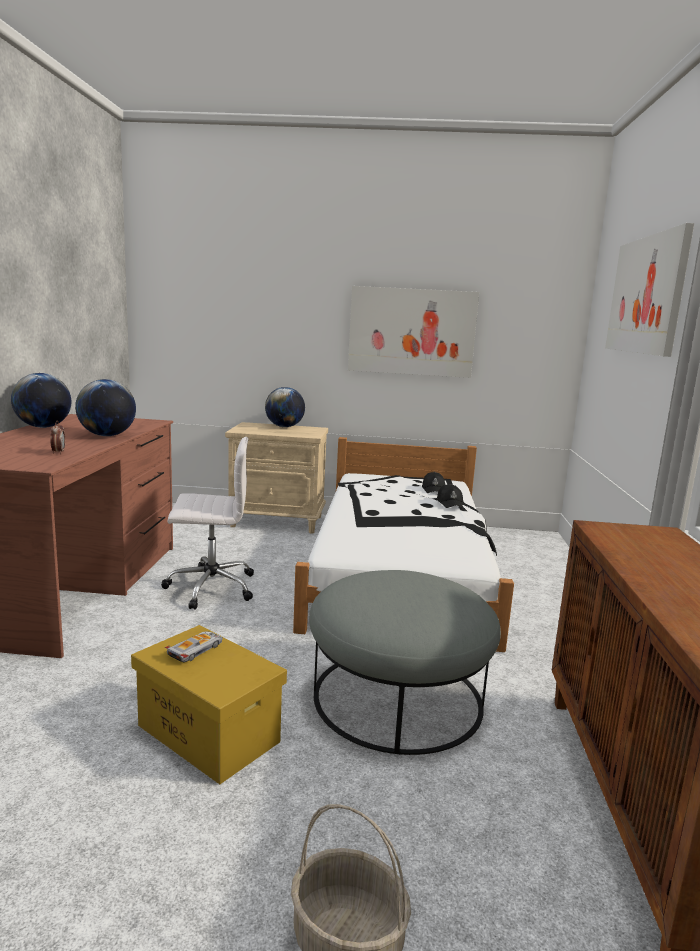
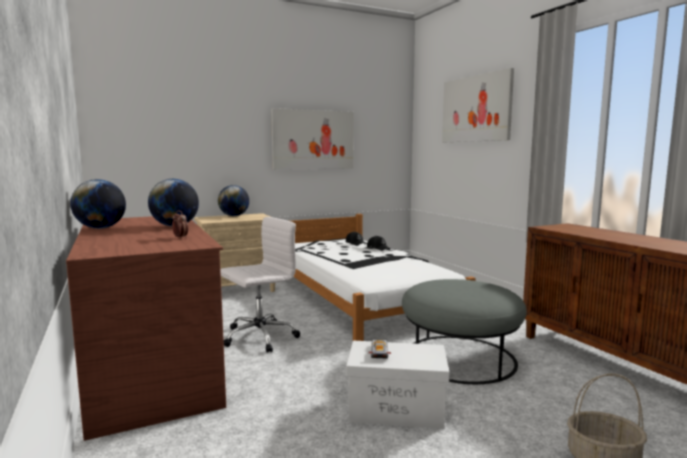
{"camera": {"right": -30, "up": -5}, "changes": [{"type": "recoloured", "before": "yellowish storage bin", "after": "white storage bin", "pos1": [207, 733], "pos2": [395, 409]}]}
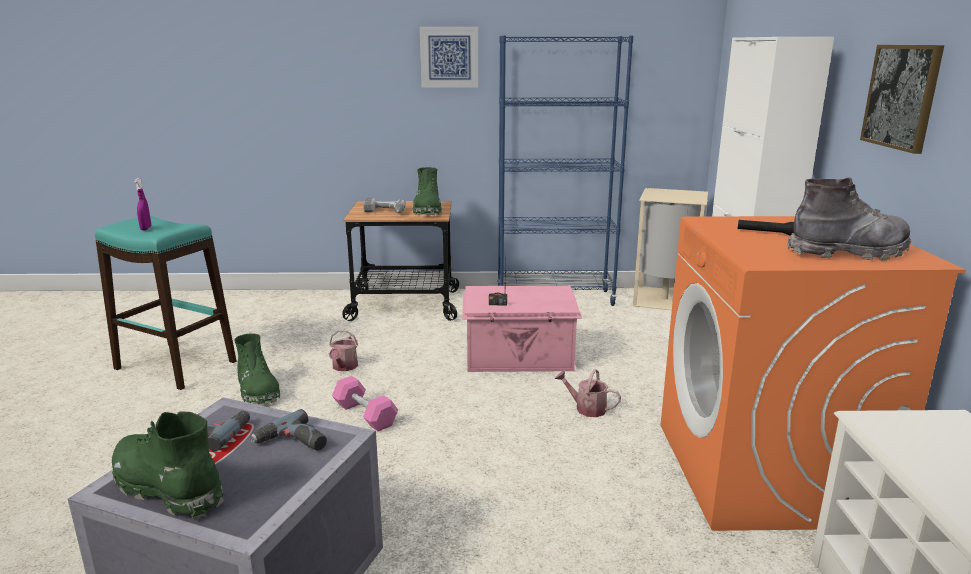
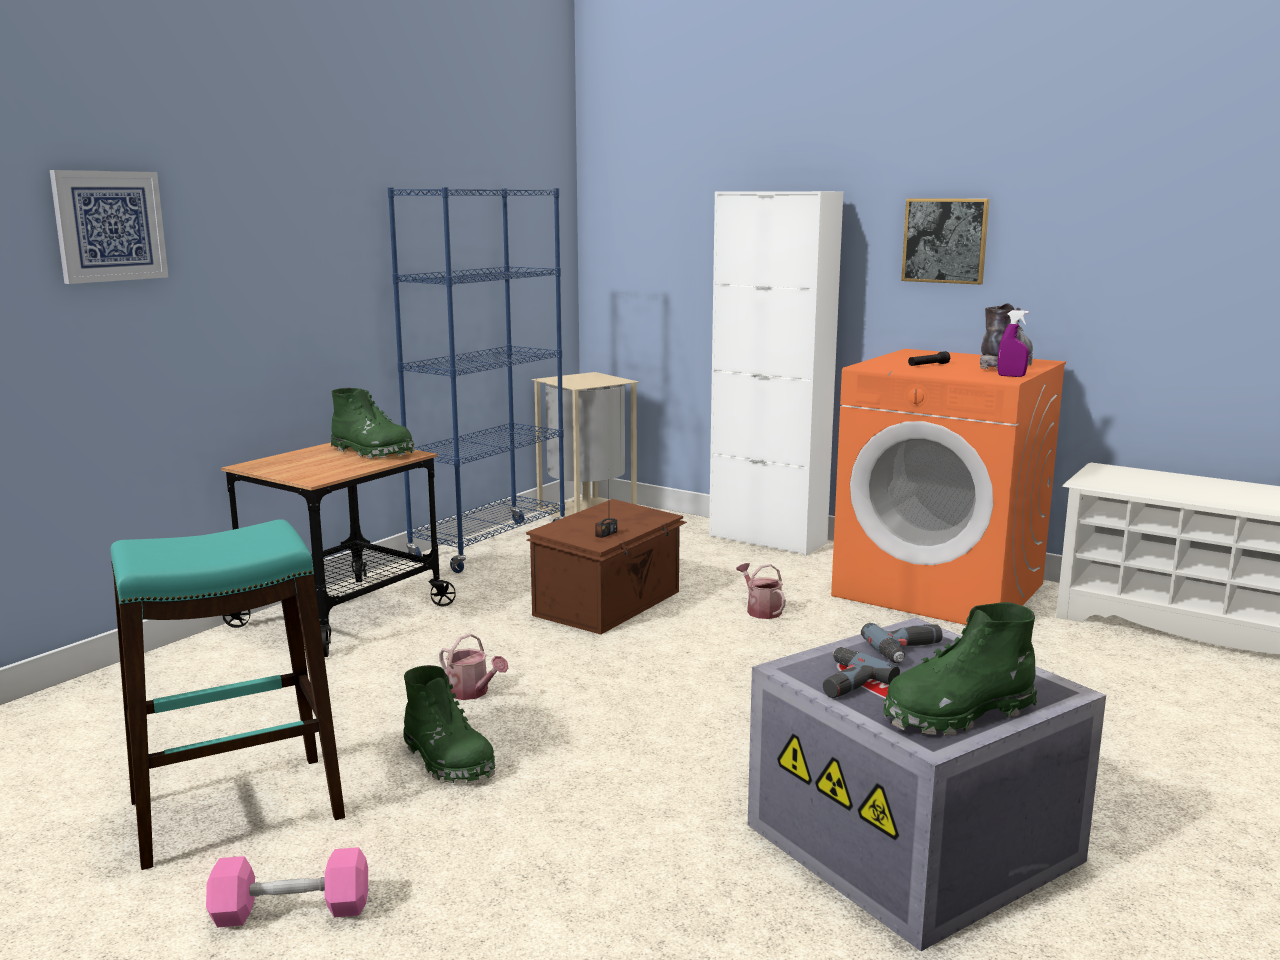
{"camera": {"right": -55, "up": -5}, "changes": [{"type": "moved", "before": "purplish spray bottle", "pos1": [146, 228], "pos2": [1011, 376]}, {"type": "turned", "before": "green-coloured tall boot", "pos1": [258, 390], "pos2": [448, 760], "turn": 45}, {"type": "moved", "before": "pink dumbbell", "pos1": [365, 415], "pos2": [291, 911]}, {"type": "removed", "before": "power drill", "pos1": [384, 212]}, {"type": "moved", "before": "wall art", "pos1": [449, 57], "pos2": [109, 226]}, {"type": "recoloured", "before": "pink storage bin", "after": "brown storage bin", "pos1": [519, 358], "pos2": [610, 603]}, {"type": "turned", "before": "watering can", "pos1": [586, 408], "pos2": [761, 610], "turn": 90}]}
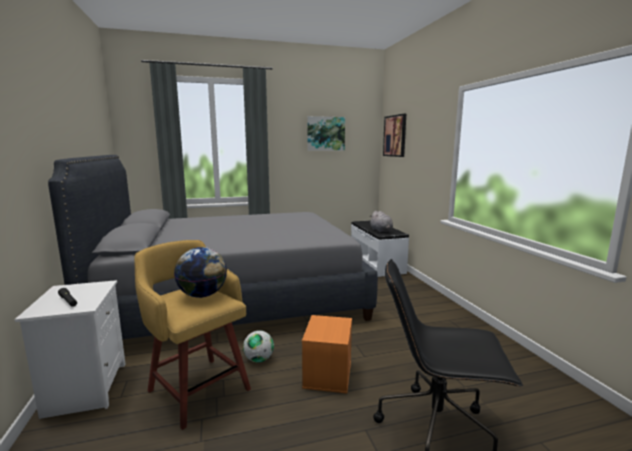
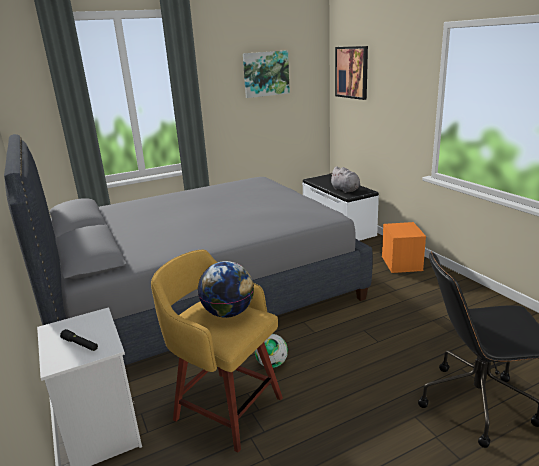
{"camera": {"right": -10, "up": 10}, "changes": [{"type": "moved", "before": "orangey storage bin", "pos1": [327, 373], "pos2": [401, 263]}]}
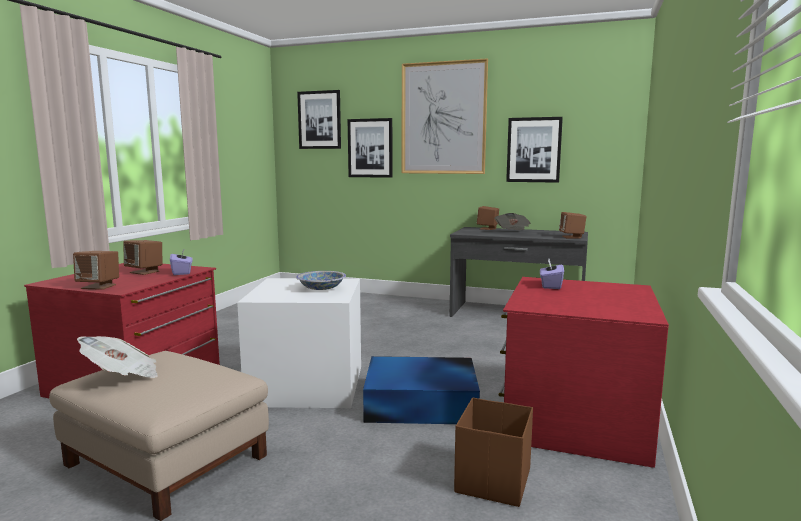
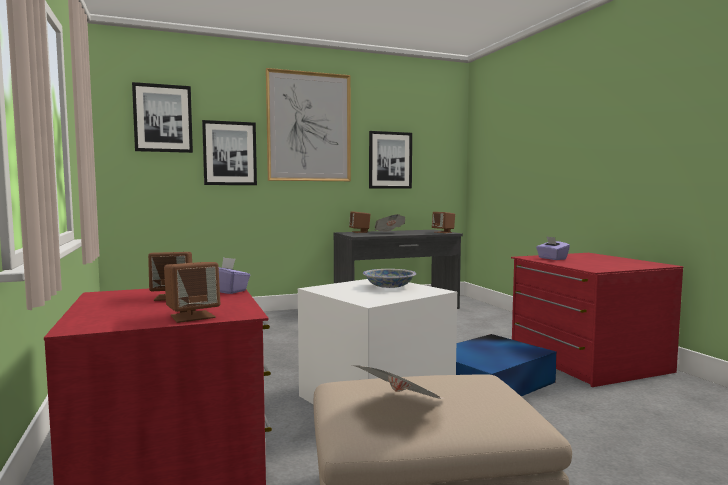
{"camera": {"right": -40, "up": -5}, "changes": [{"type": "removed", "before": "brown storage bin", "pos1": [492, 481]}]}
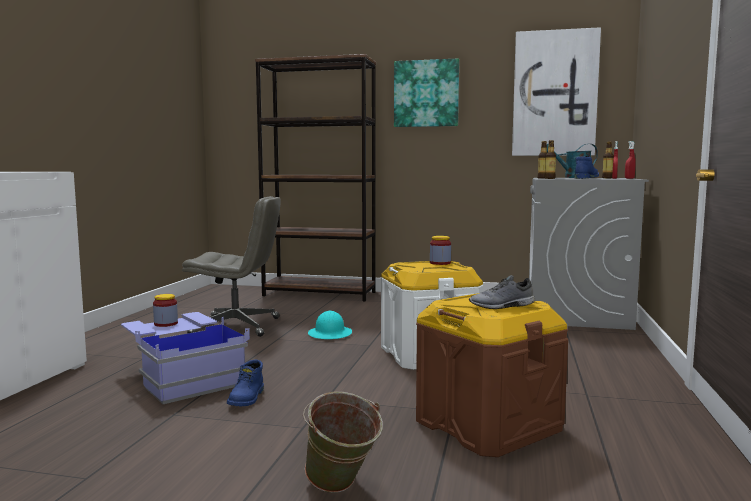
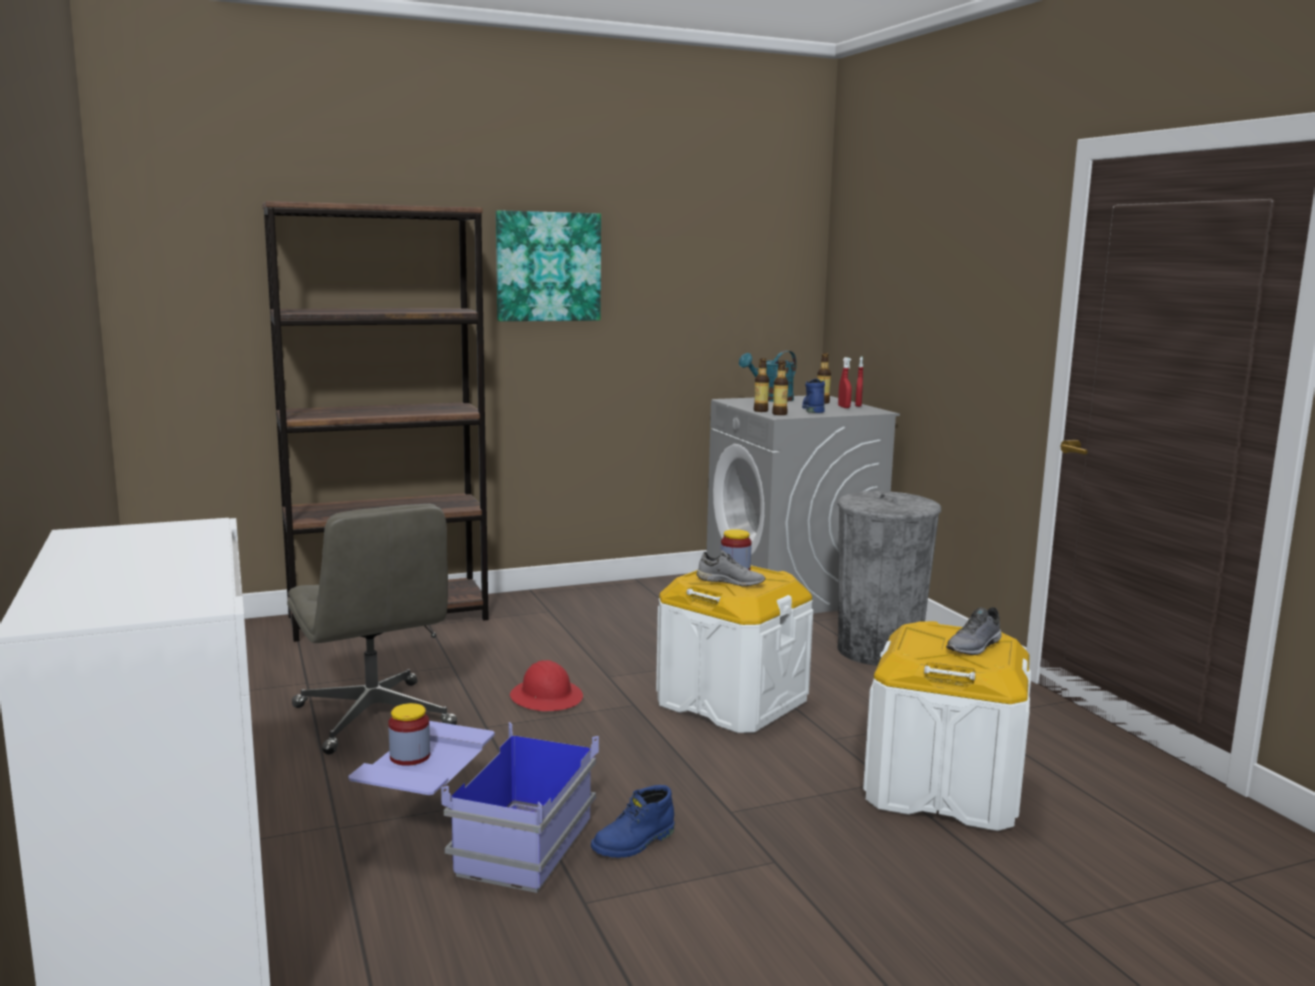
{"camera": {"right": -35, "up": 5}, "changes": [{"type": "turned", "before": "gray desk chair", "pos1": [237, 326], "pos2": [374, 718], "turn": 90}, {"type": "turned", "before": "blue tall boot", "pos1": [247, 399], "pos2": [634, 843], "turn": 75}, {"type": "removed", "before": "green-coloured water bucket", "pos1": [341, 489]}, {"type": "recoloured", "before": "blue-green hard hat", "after": "red-coloured hard hat", "pos1": [330, 334], "pos2": [546, 697]}, {"type": "recoloured", "before": "brown storage bin", "after": "white storage bin", "pos1": [487, 425], "pos2": [943, 789]}, {"type": "removed", "before": "wall art", "pos1": [554, 94]}, {"type": "added", "after": "gray shoe", "pos2": [731, 582]}, {"type": "added", "after": "gray waste bin", "pos2": [879, 650]}]}
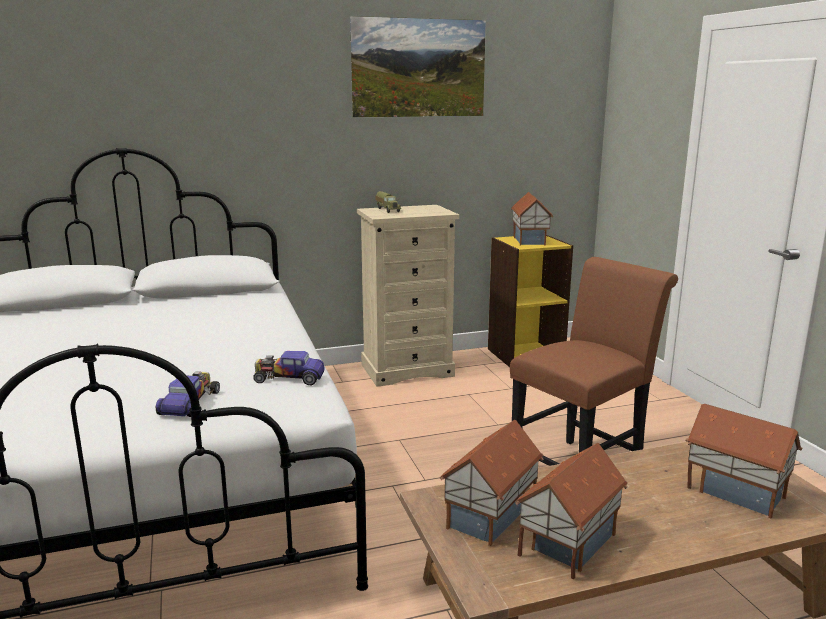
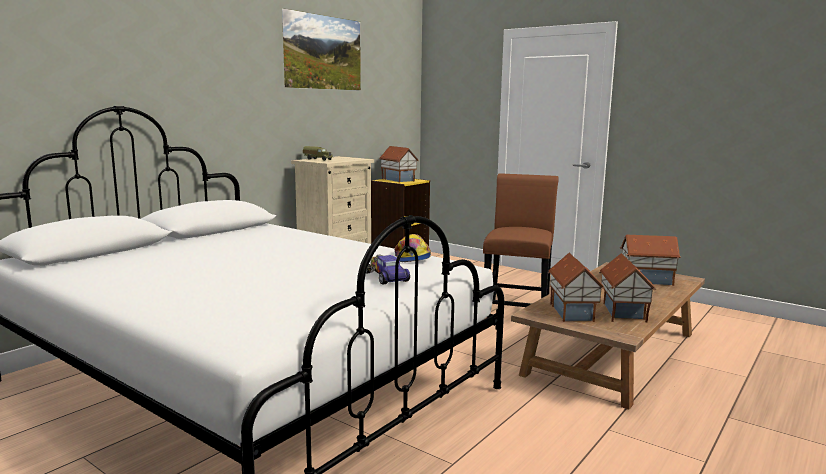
{"camera": {"right": -35, "up": -5}, "changes": [{"type": "replaced", "before": "model car", "after": "cap", "pos1": [289, 378], "pos2": [412, 257]}]}
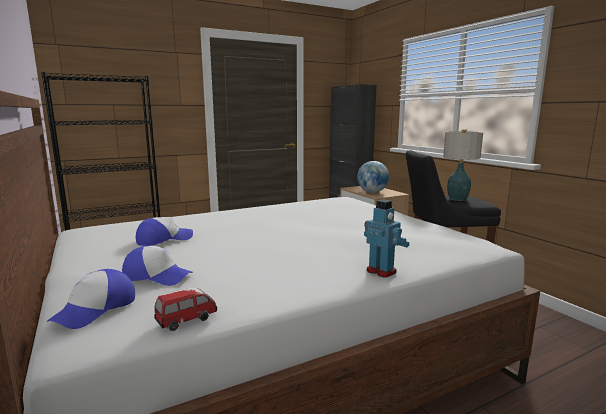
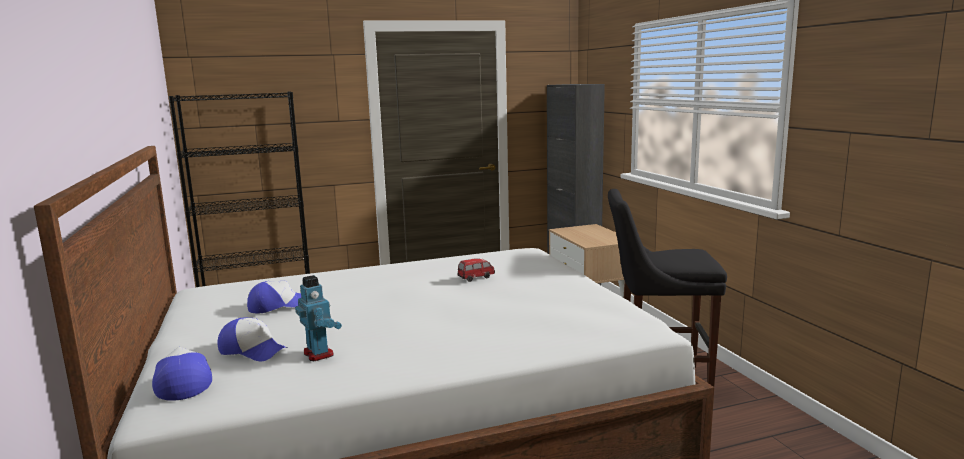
{"camera": {"right": 10, "up": 0}, "changes": [{"type": "turned", "before": "cap", "pos1": [96, 309], "pos2": [183, 382], "turn": 120}, {"type": "moved", "before": "model car", "pos1": [187, 320], "pos2": [476, 278]}, {"type": "removed", "before": "desk globe", "pos1": [372, 192]}, {"type": "moved", "before": "robot figure", "pos1": [381, 271], "pos2": [319, 354]}, {"type": "removed", "before": "table lamp", "pos1": [457, 199]}]}
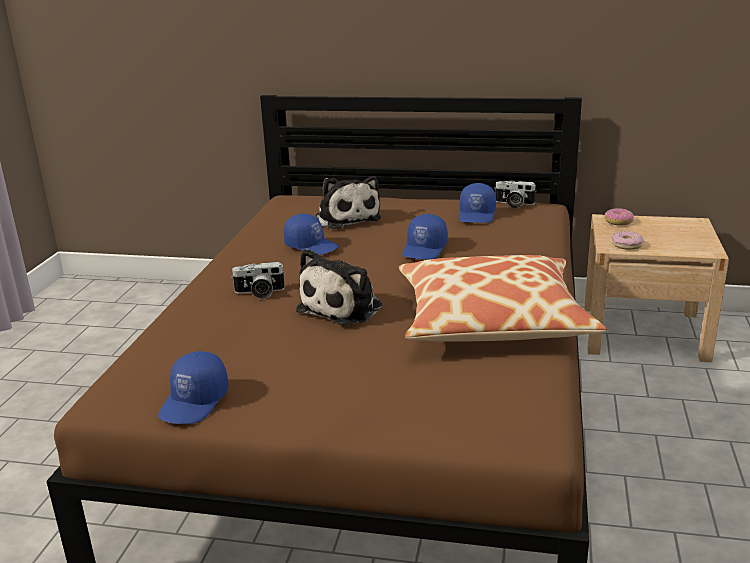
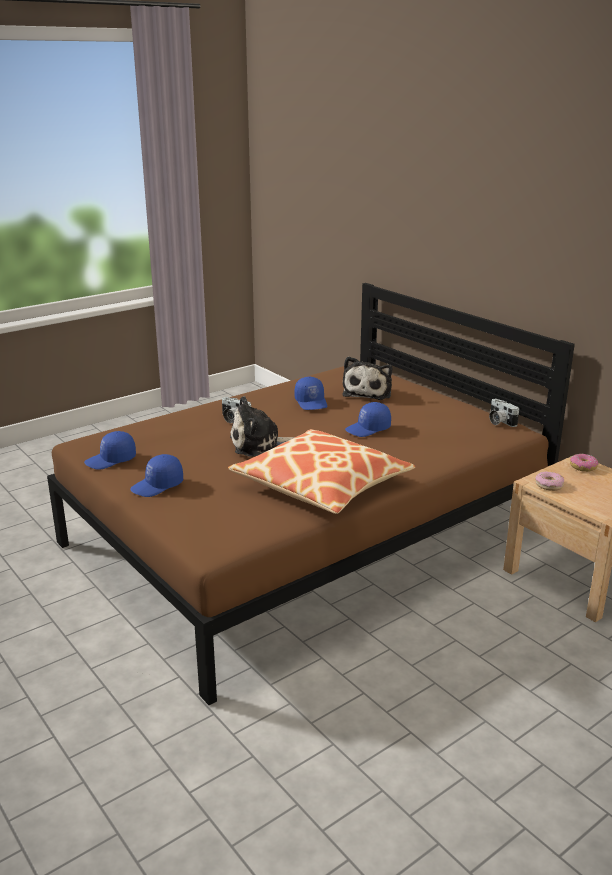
{"camera": {"right": 40, "up": 0}, "changes": [{"type": "moved", "before": "blue cap", "pos1": [477, 215], "pos2": [157, 486]}]}
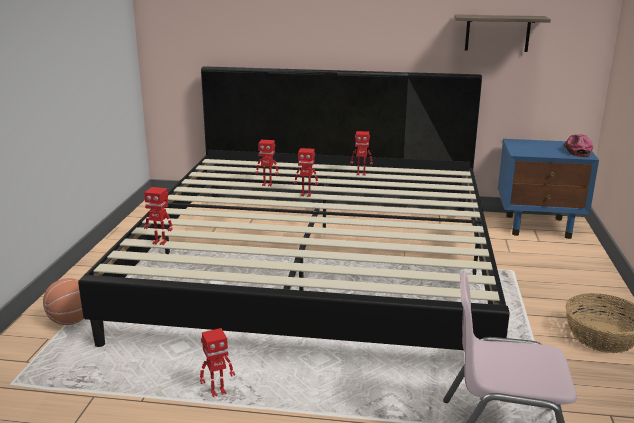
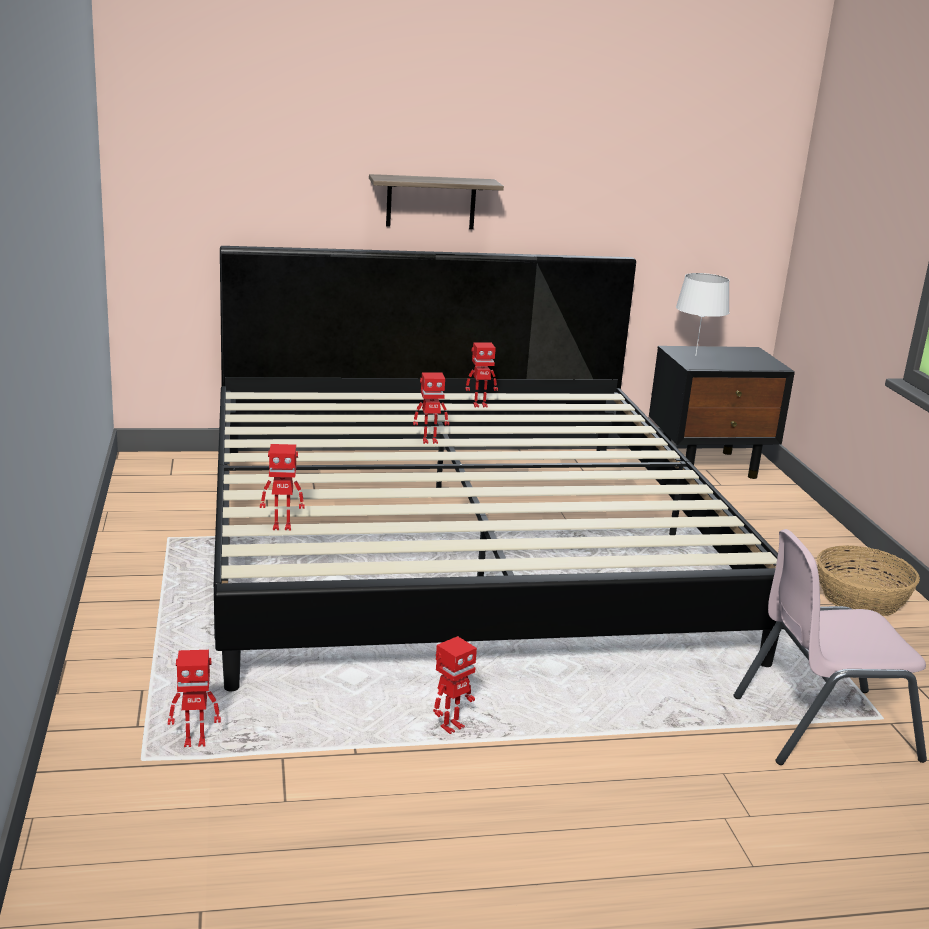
{"camera": {"right": -20, "up": 0}, "changes": [{"type": "removed", "before": "basketball ball", "pos1": [70, 321]}, {"type": "moved", "before": "robot figure", "pos1": [267, 184], "pos2": [195, 742]}, {"type": "moved", "before": "bracket shelf", "pos1": [497, 33], "pos2": [431, 202]}, {"type": "recoloured", "before": "blue bedside table", "after": "black-coloured bedside table", "pos1": [538, 226], "pos2": [709, 465]}, {"type": "removed", "before": "cap", "pos1": [576, 150]}, {"type": "added", "after": "white table lamp", "pos2": [696, 356]}]}
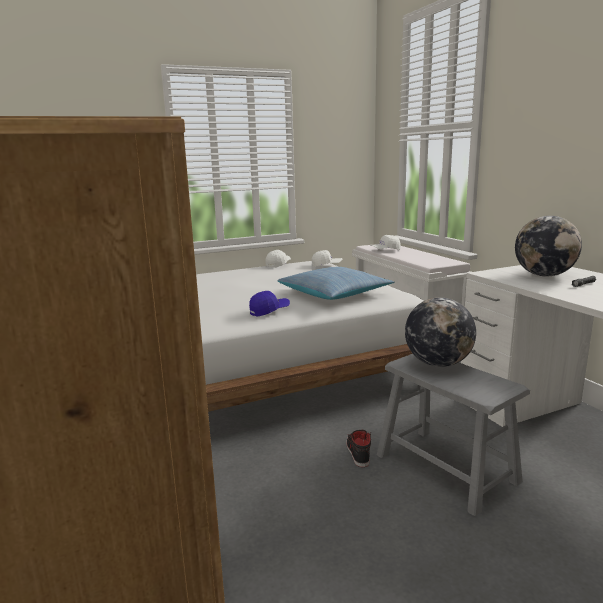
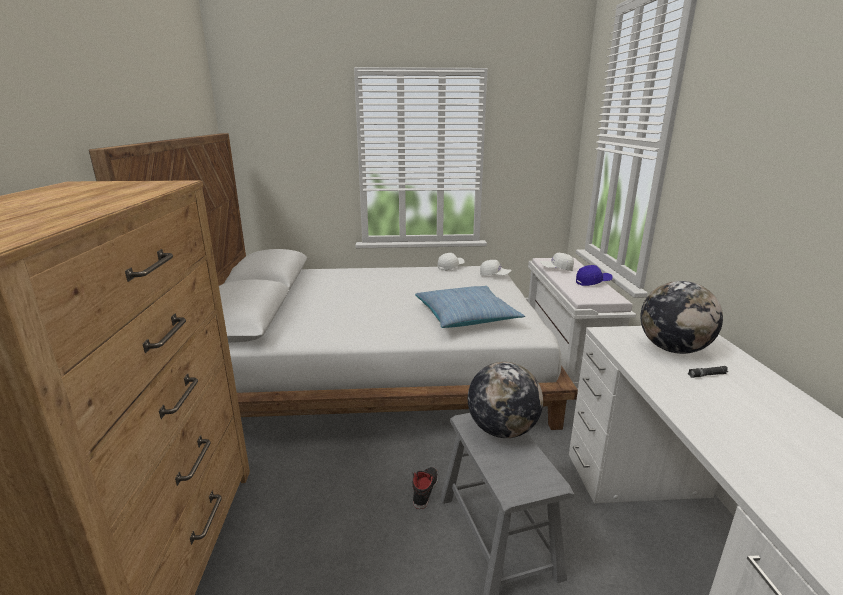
{"camera": {"right": 20, "up": 5}, "changes": [{"type": "moved", "before": "blue cap", "pos1": [269, 311], "pos2": [593, 282]}]}
